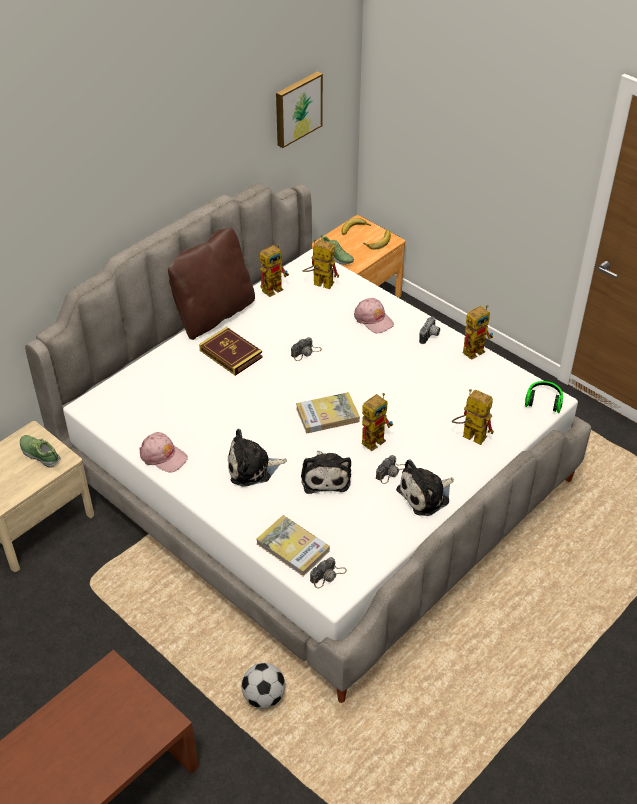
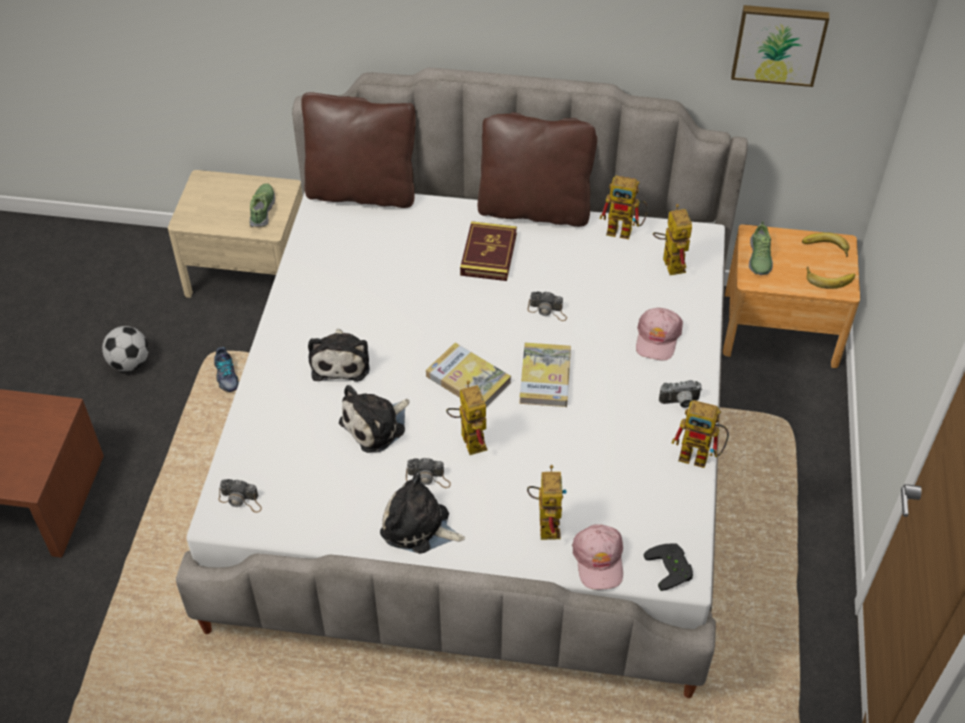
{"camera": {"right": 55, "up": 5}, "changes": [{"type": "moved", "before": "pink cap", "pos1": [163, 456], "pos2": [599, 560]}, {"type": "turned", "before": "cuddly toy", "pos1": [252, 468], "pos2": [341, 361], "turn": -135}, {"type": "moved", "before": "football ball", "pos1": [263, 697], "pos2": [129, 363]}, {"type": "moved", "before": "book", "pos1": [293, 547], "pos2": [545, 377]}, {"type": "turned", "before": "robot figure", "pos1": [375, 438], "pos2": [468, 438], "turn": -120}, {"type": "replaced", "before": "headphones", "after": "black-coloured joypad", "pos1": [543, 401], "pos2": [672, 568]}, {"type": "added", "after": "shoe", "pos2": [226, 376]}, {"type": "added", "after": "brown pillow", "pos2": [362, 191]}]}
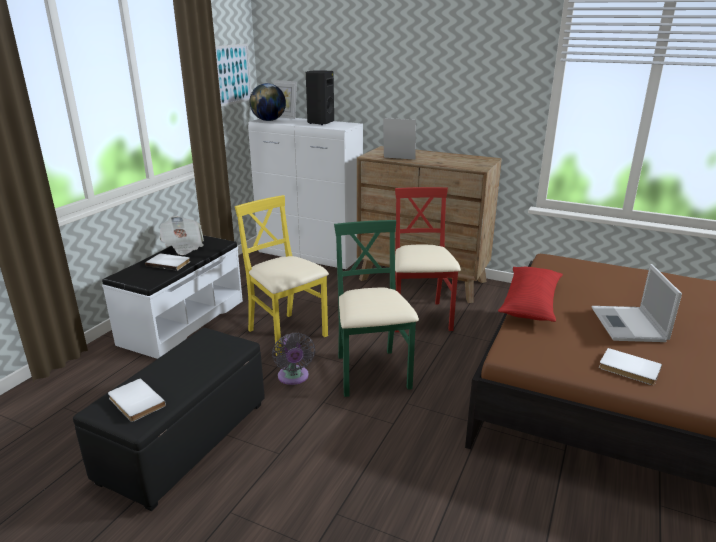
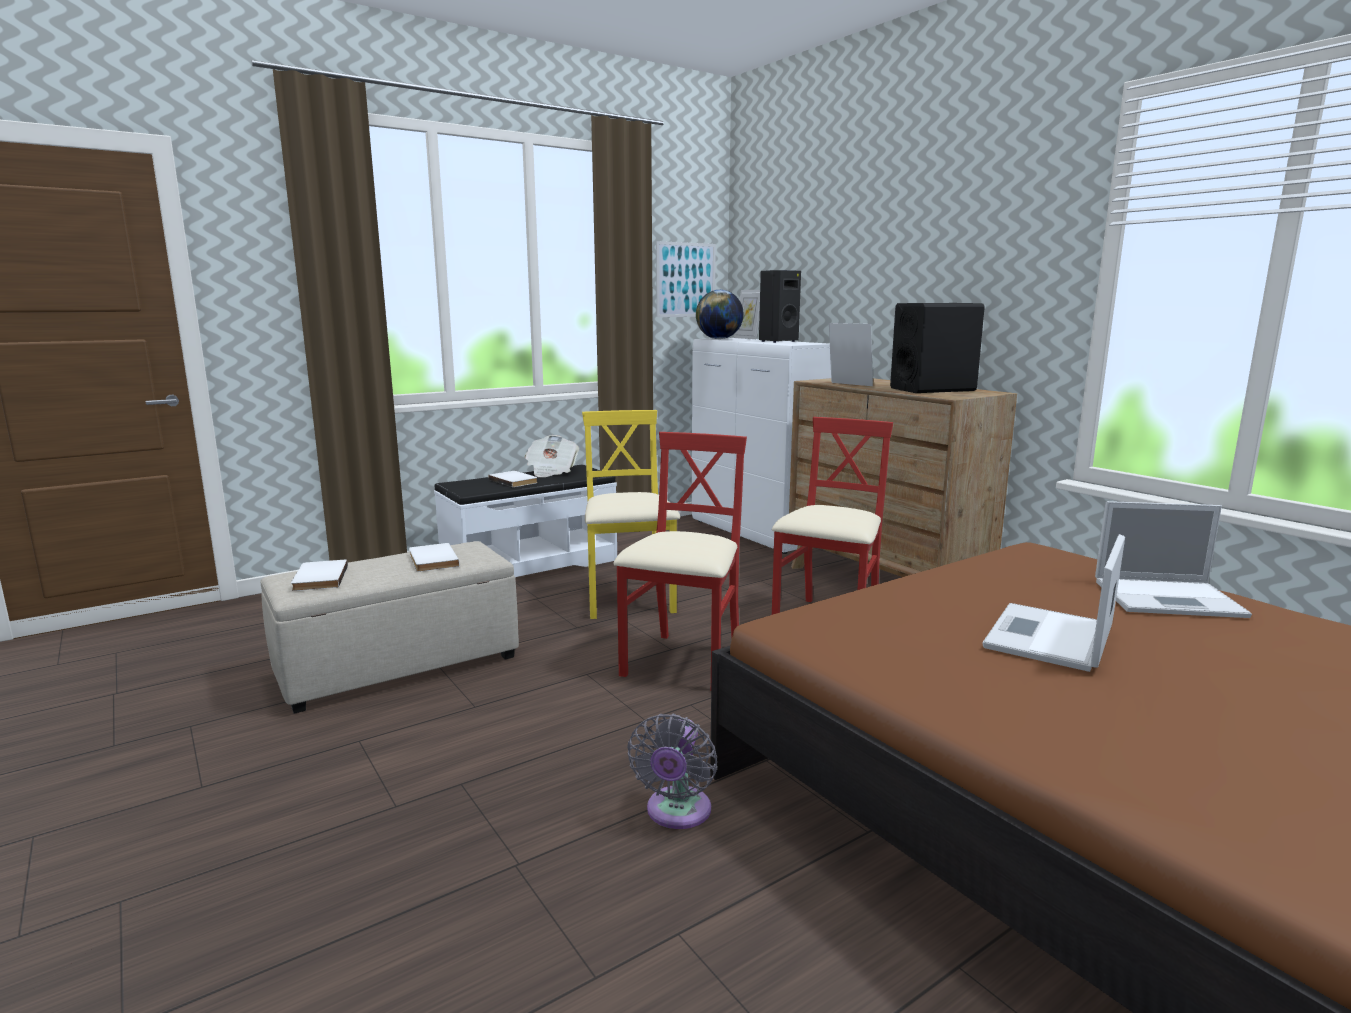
{"camera": {"right": 30, "up": -10}, "changes": [{"type": "recoloured", "before": "black-coloured footrest", "after": "beige-coloured footrest", "pos1": [184, 442], "pos2": [397, 667]}, {"type": "moved", "before": "gray electric fan", "pos1": [293, 377], "pos2": [677, 813]}, {"type": "recoloured", "before": "green-coloured chair", "after": "red-coloured chair", "pos1": [372, 373], "pos2": [684, 662]}, {"type": "removed", "before": "red-coloured pillow", "pos1": [530, 303]}, {"type": "moved", "before": "white book", "pos1": [629, 369], "pos2": [431, 560]}, {"type": "added", "after": "black-coloured speaker", "pos2": [932, 389]}, {"type": "added", "after": "portable computer", "pos2": [1170, 598]}]}
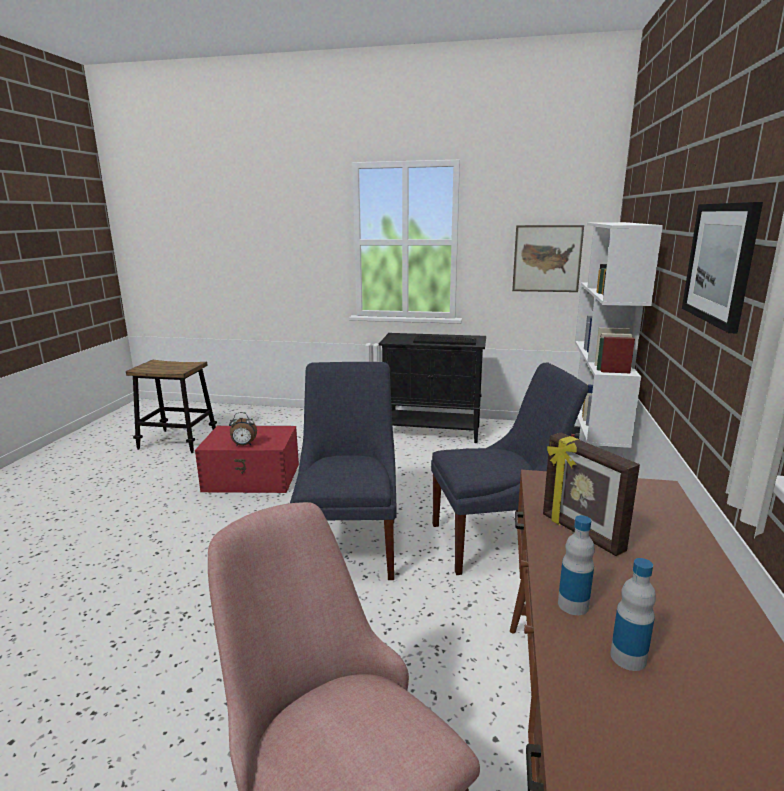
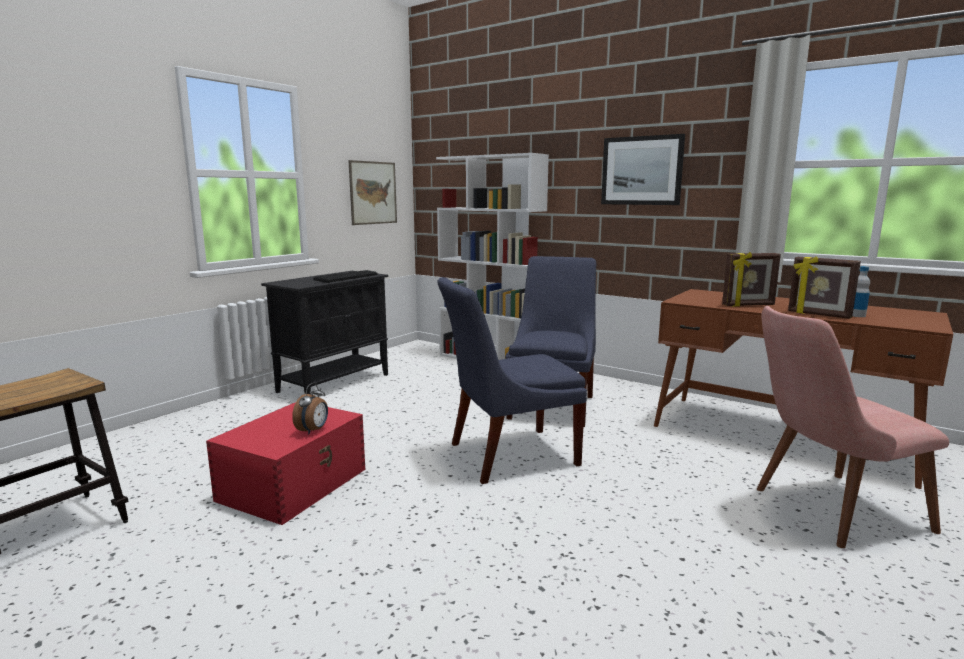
{"camera": {"right": -65, "up": -5}, "changes": [{"type": "turned", "before": "blue chair", "pos1": [350, 544], "pos2": [507, 455], "turn": -45}, {"type": "replaced", "before": "beverage bottle", "after": "standing frame", "pos1": [573, 605], "pos2": [818, 315]}]}
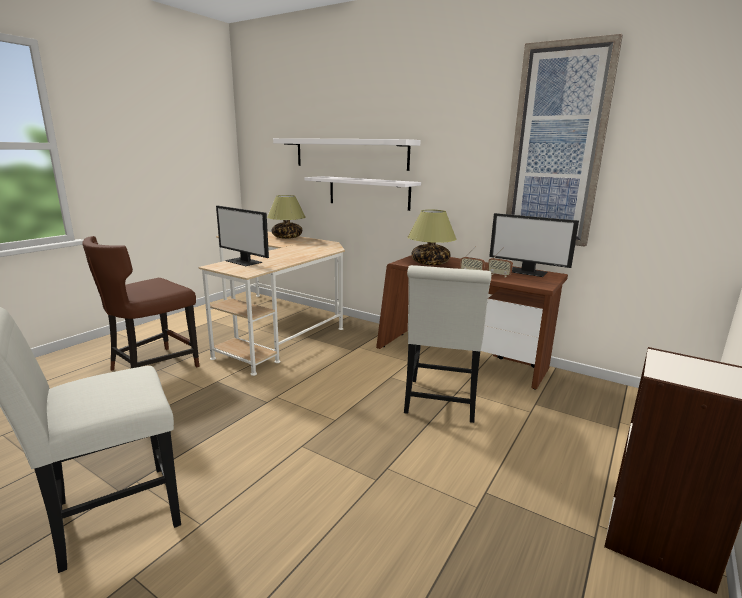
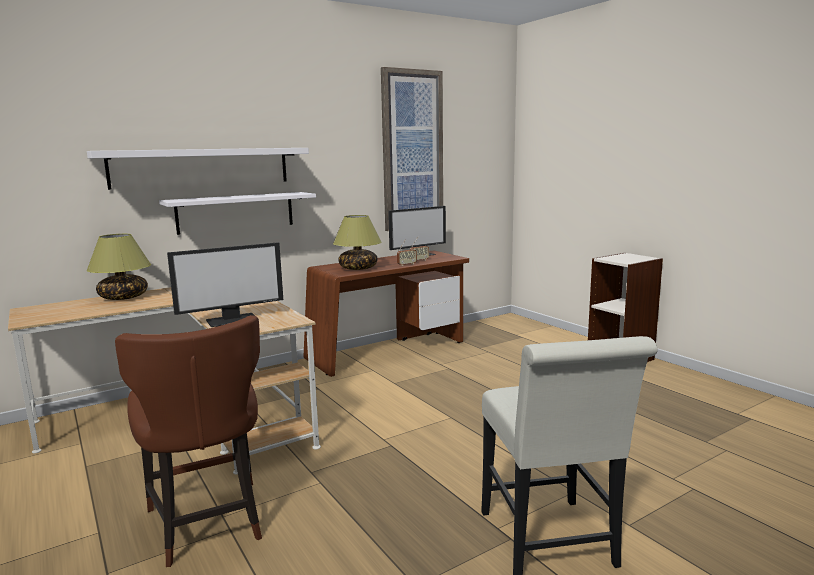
{"camera": {"right": -65, "up": -5}, "changes": [{"type": "removed", "before": "white chair", "pos1": [440, 403]}]}
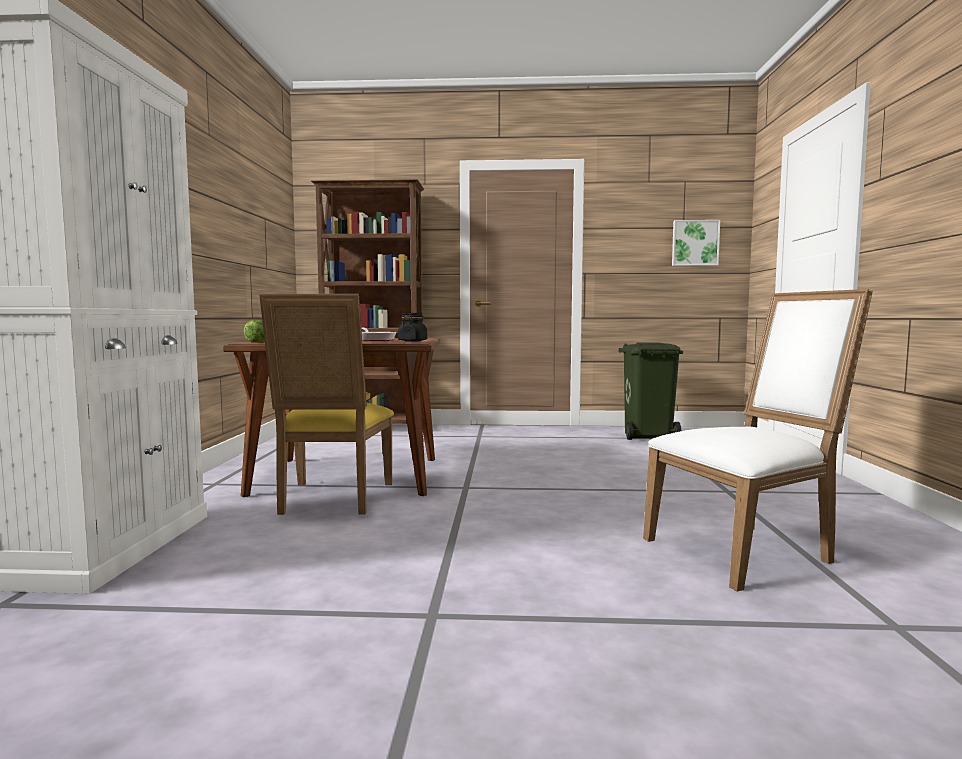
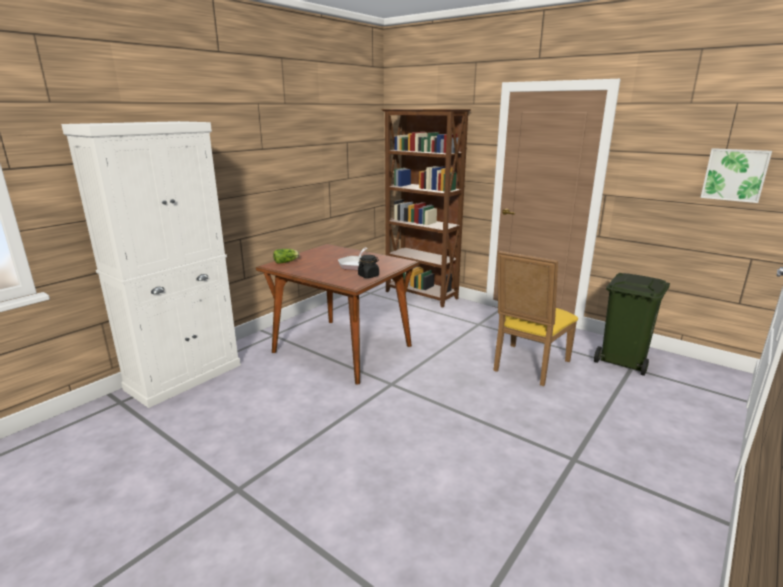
{"camera": {"right": 35, "up": 15}, "changes": [{"type": "moved", "before": "yellowish chair", "pos1": [332, 500], "pos2": [527, 366]}, {"type": "removed", "before": "white chair", "pos1": [746, 551]}]}
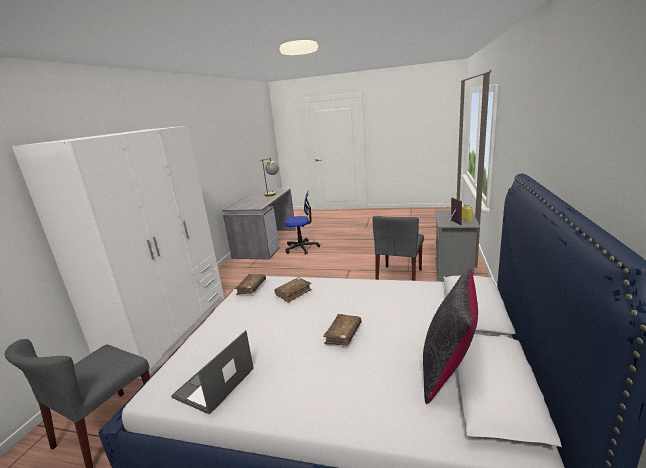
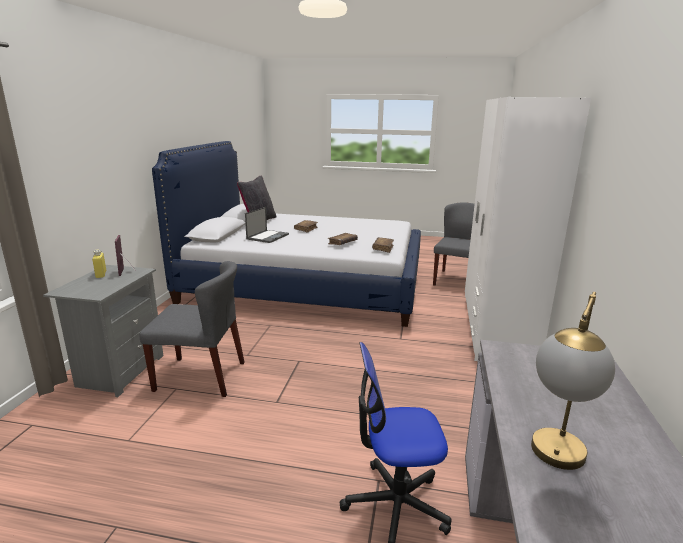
{"camera": {"right": 175, "up": 0}, "changes": [{"type": "moved", "before": "portable computer", "pos1": [214, 383], "pos2": [268, 236]}, {"type": "turned", "before": "gray chair", "pos1": [399, 277], "pos2": [201, 376], "turn": 75}]}
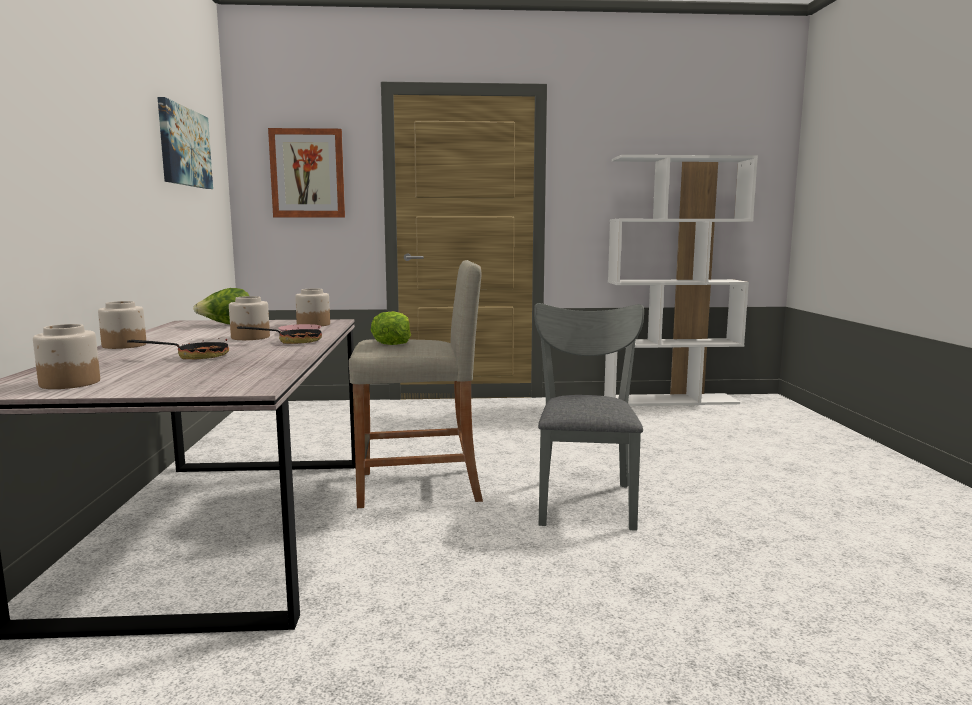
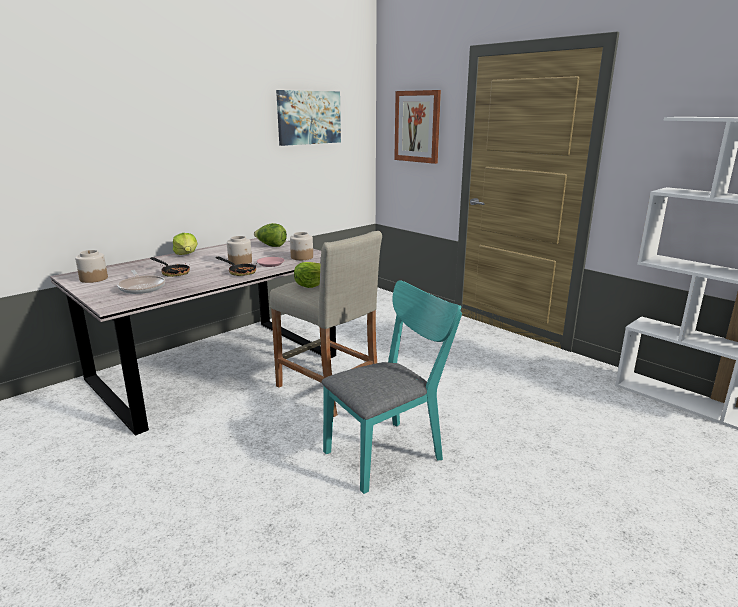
{"camera": {"right": 50, "up": 10}, "changes": [{"type": "replaced", "before": "storage jar", "after": "head of lettuce", "pos1": [124, 345], "pos2": [186, 254]}, {"type": "recoloured", "before": "gray chair", "after": "blue-green chair", "pos1": [585, 499], "pos2": [390, 451]}, {"type": "added", "after": "pan", "pos2": [142, 287]}]}
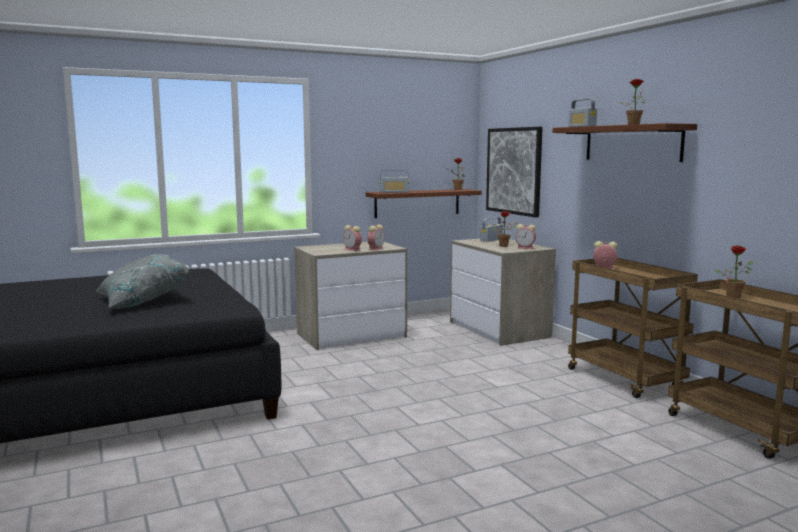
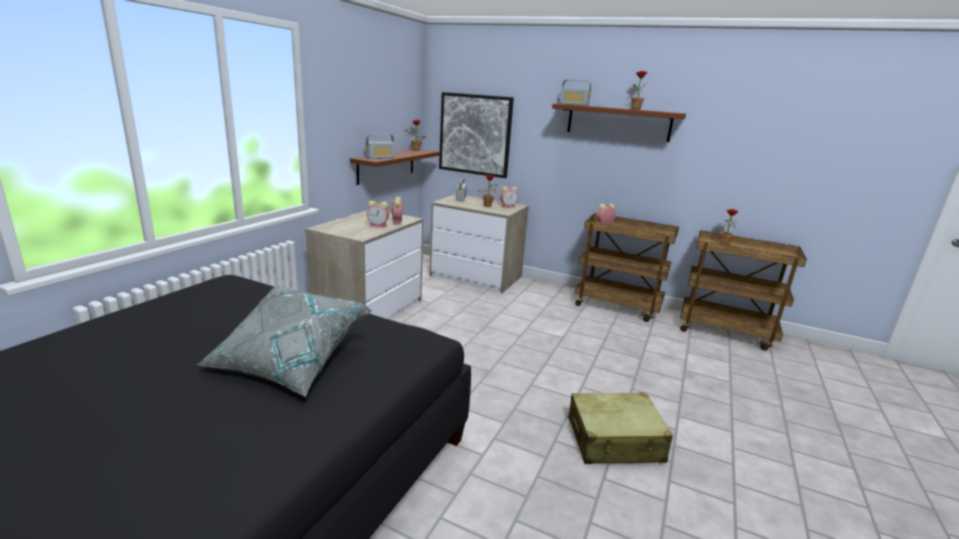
{"camera": {"right": -40, "up": 10}, "changes": [{"type": "added", "after": "beige-coloured piece of luggage", "pos2": [614, 440]}]}
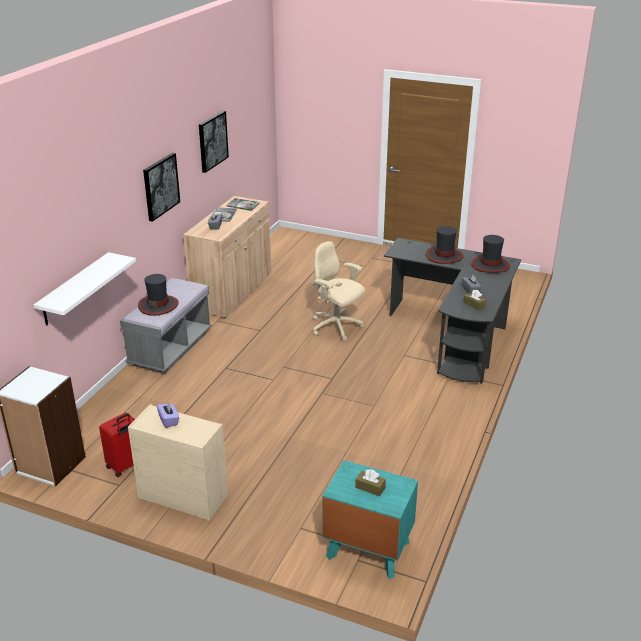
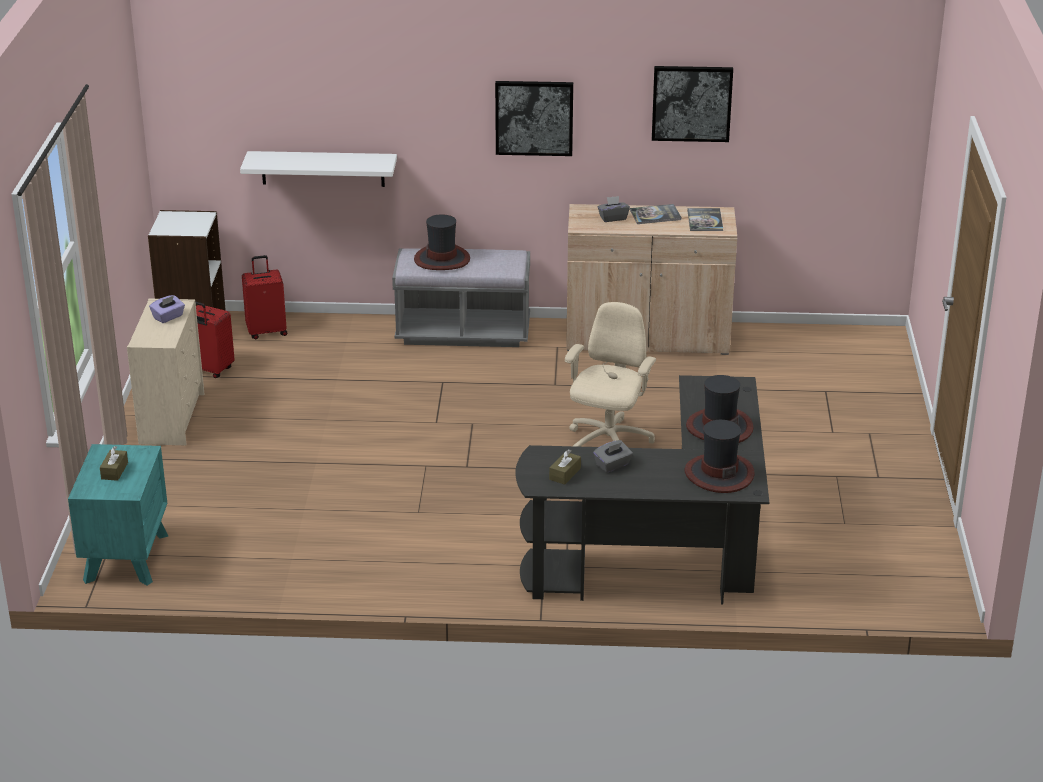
{"camera": {"right": 70, "up": 0}, "changes": [{"type": "added", "after": "red-coloured piece of luggage", "pos2": [267, 331]}]}
